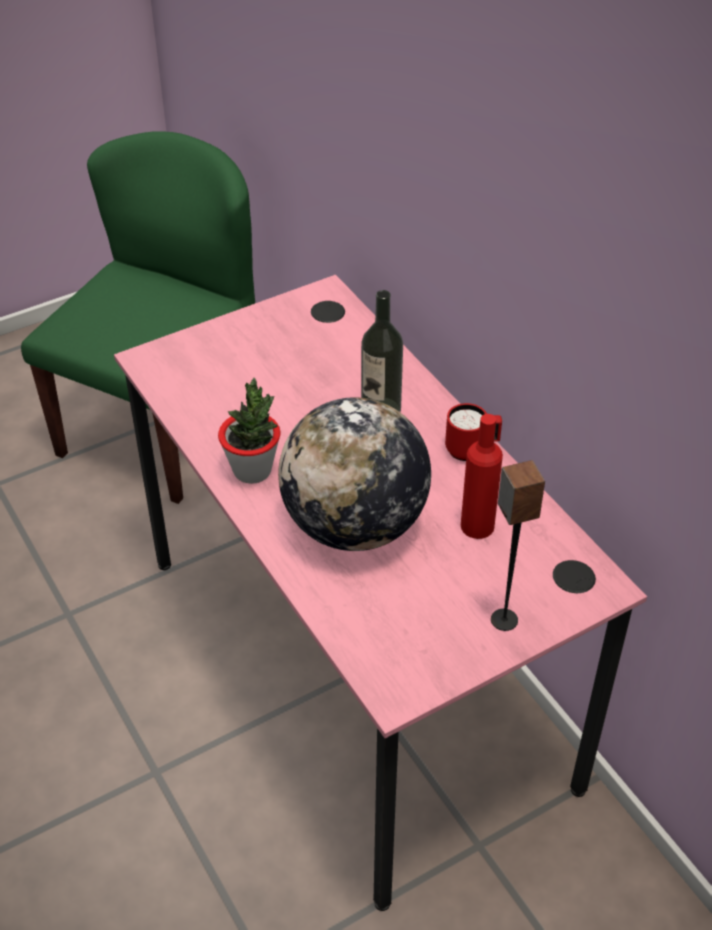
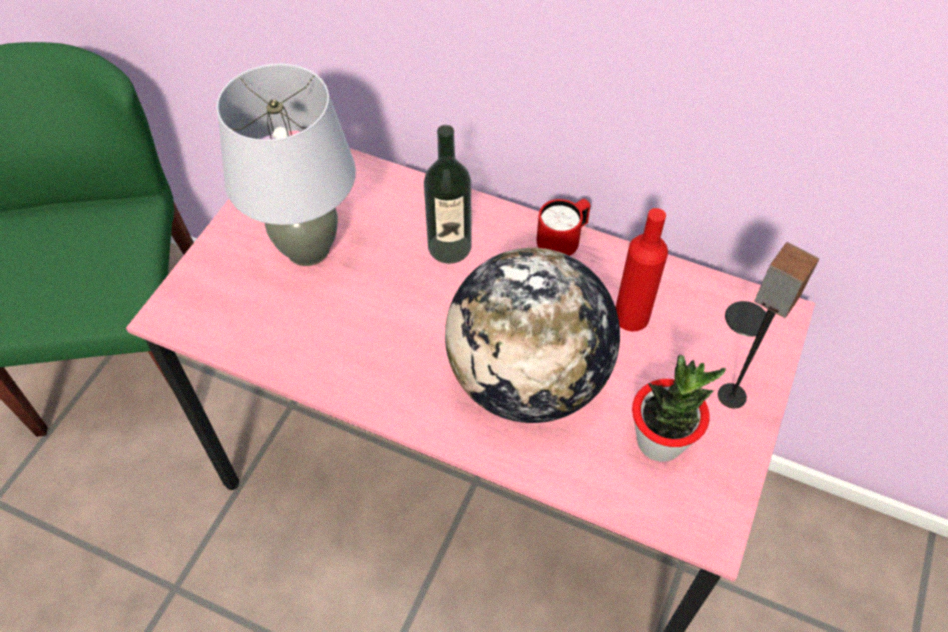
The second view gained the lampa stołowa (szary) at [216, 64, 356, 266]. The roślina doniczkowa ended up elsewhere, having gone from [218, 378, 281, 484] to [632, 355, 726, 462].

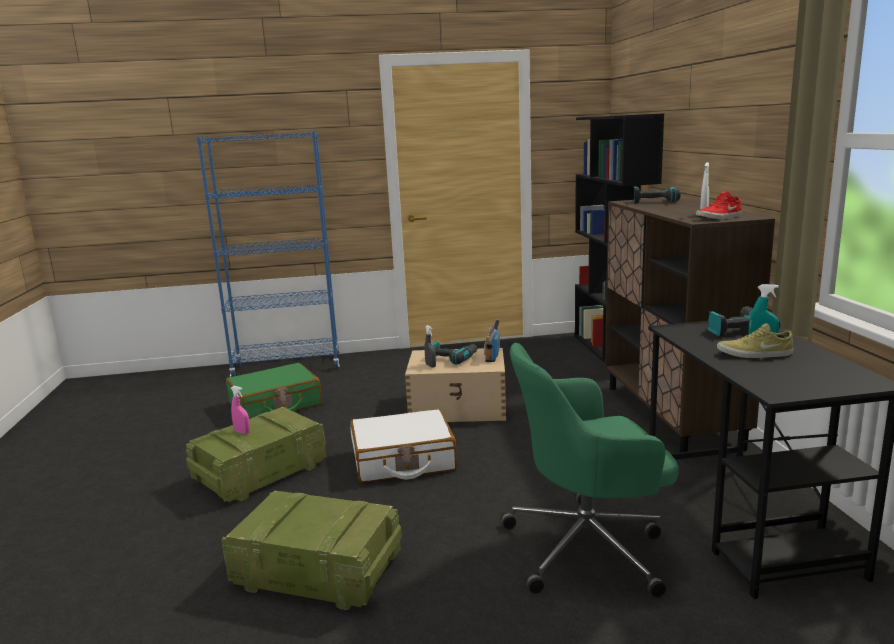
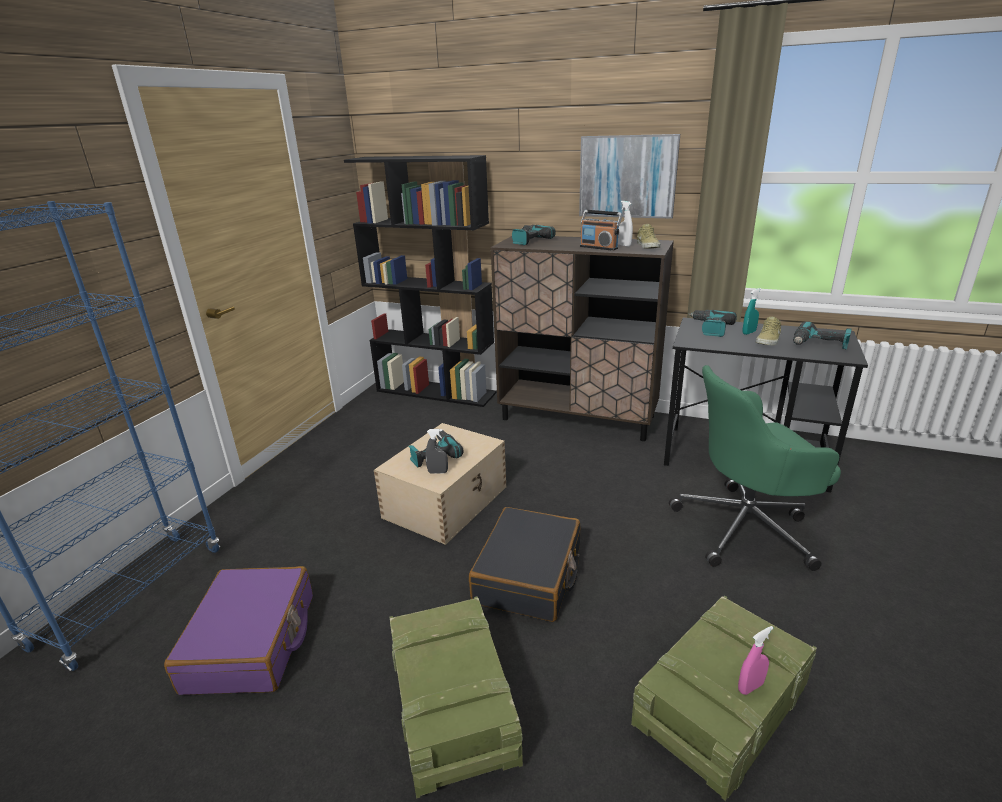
What was the walizka (zielony) at [226, 363, 322, 419] turned into the walizka (fioletowy) at [164, 566, 313, 695]. What was the walizka (biały) at [350, 409, 457, 483] turned into the walizka (czarny) at [469, 507, 581, 622]. The second view gained the obraz at [579, 134, 680, 219]. The radio ended up elsewhere, having gone from [484, 319, 500, 362] to [580, 210, 622, 251]. What was the but (czerwony) at [696, 191, 742, 219] turned into the but (beżowy) at [637, 224, 661, 249]. The krzesło biurowe (zielony) at [501, 343, 679, 597] ended up facing another way, 60 degrees clockwise from before. The spryskiwacz (różowy) ended up elsewhere, having gone from [231, 386, 250, 434] to [738, 626, 773, 695]. The second view gained the wiertarka at [793, 321, 852, 350].

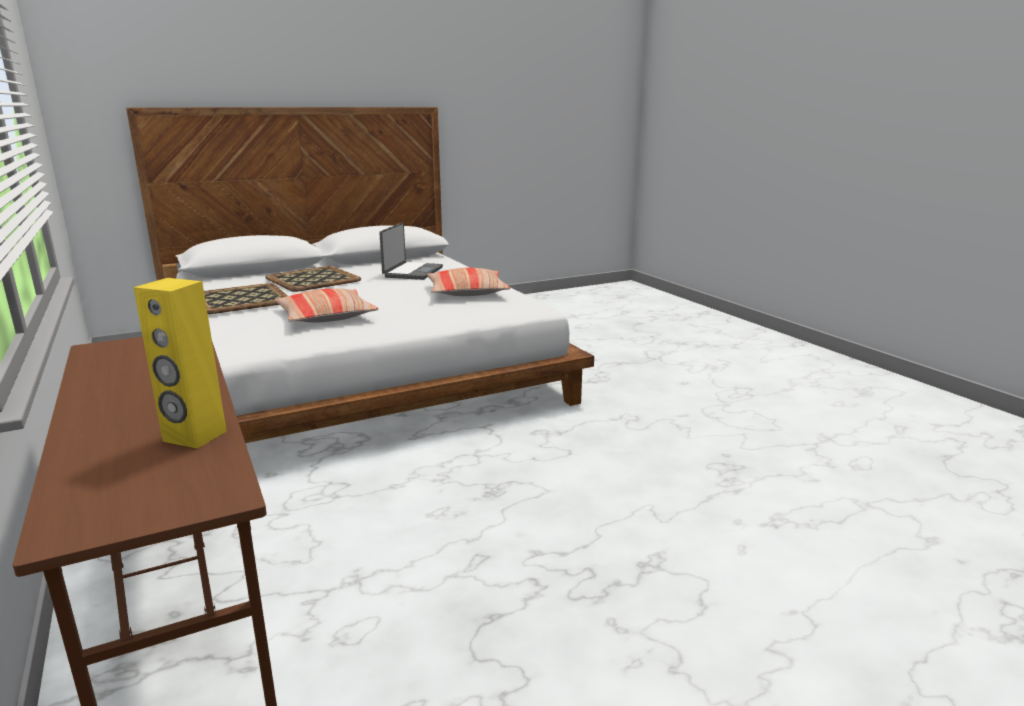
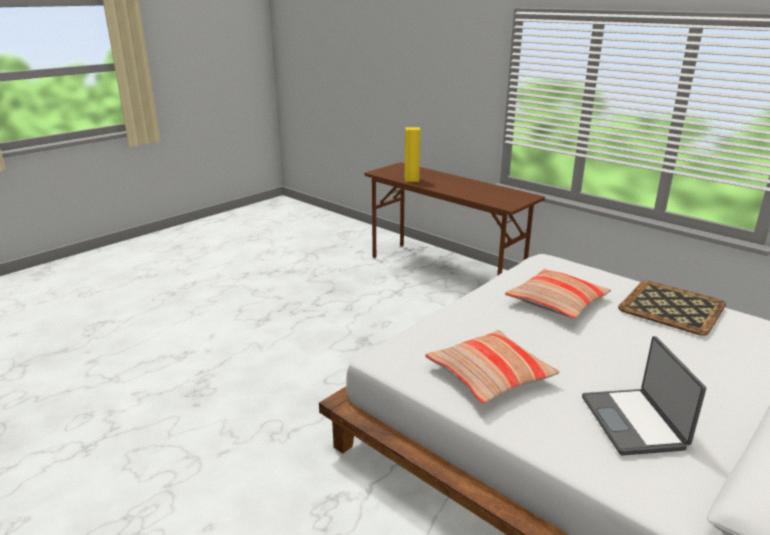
The second view lost the taca at [265, 266, 361, 292].

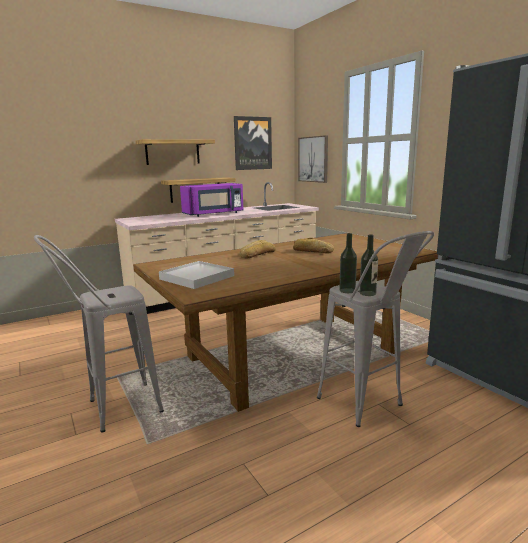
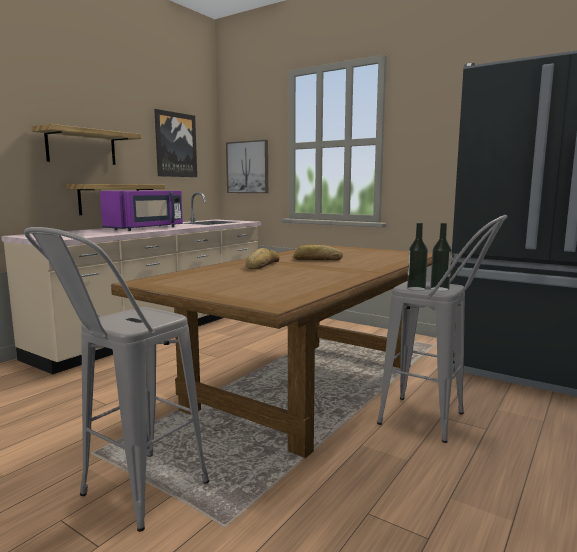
The second view lost the taca (biały) at [159, 261, 234, 289].

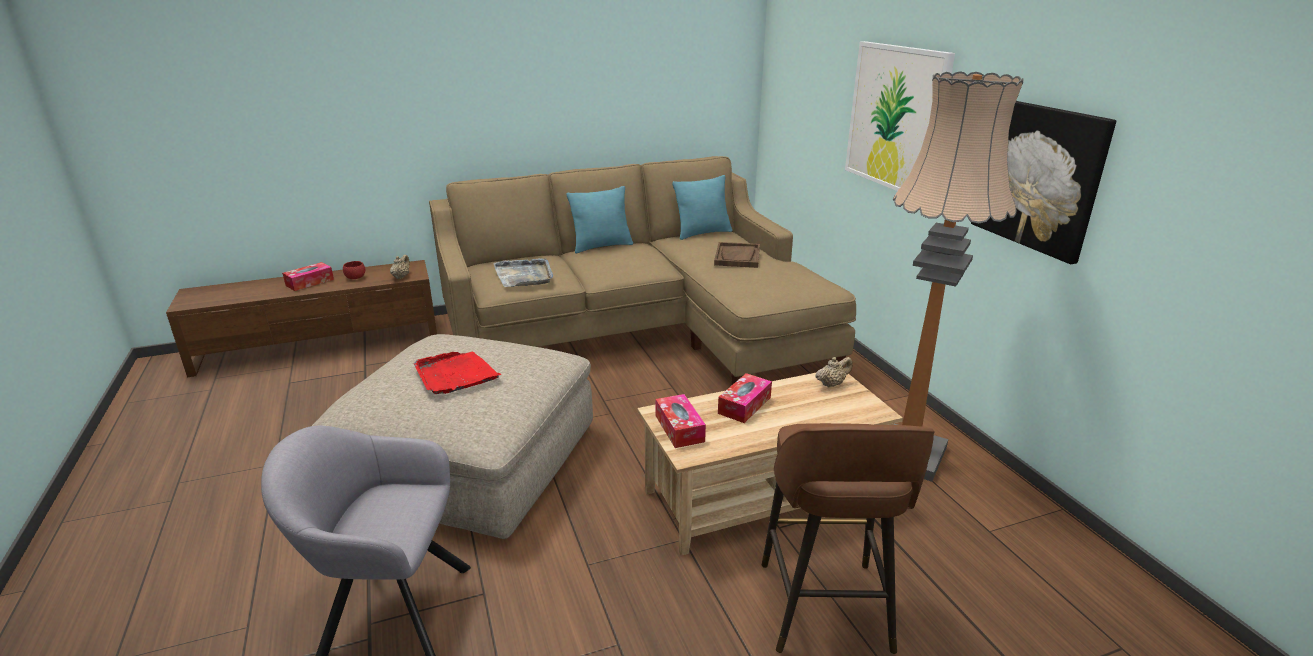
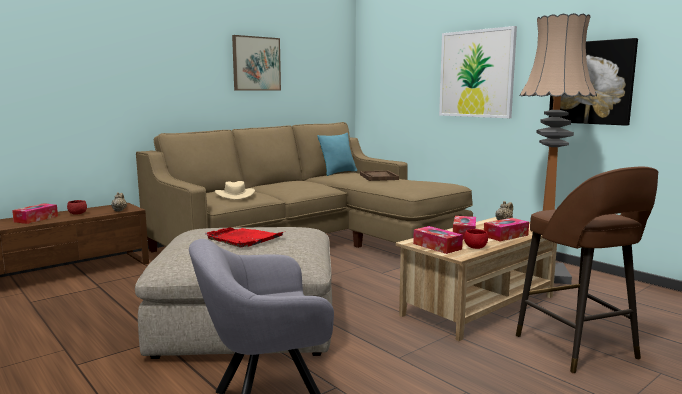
Where the taca (szary) stood at [494, 258, 553, 287], the kapelusz (beżowy) came to stand at [215, 181, 255, 200]. The second view gained the obraz at [232, 35, 281, 90]. The second view gained the miska (czerwony) at [464, 229, 488, 249]. The second view gained the pudełko chusteczek at [484, 218, 529, 241]. The second view lost the poduszka (turkusowy) at [566, 186, 633, 253].

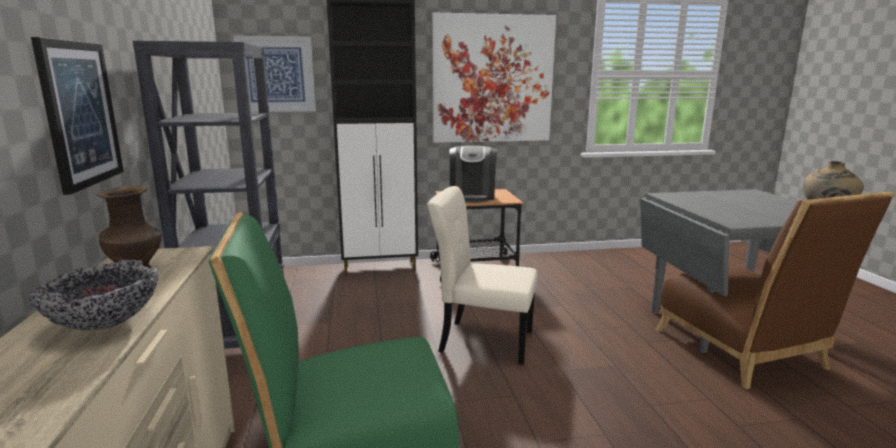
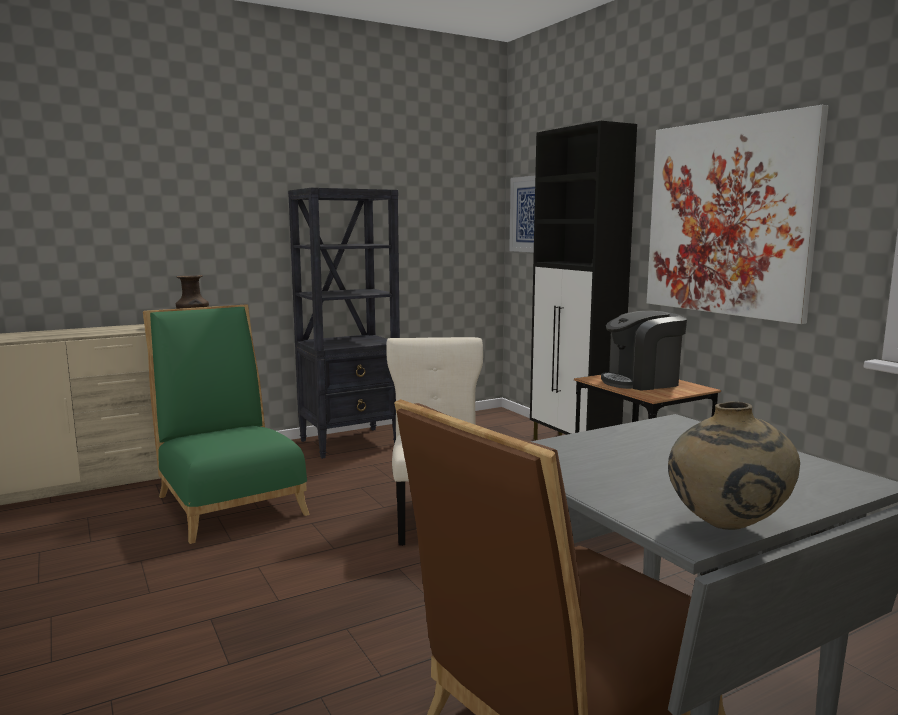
The second view lost the miska at [29, 260, 158, 330]. The second view lost the obraz at [31, 37, 124, 195].

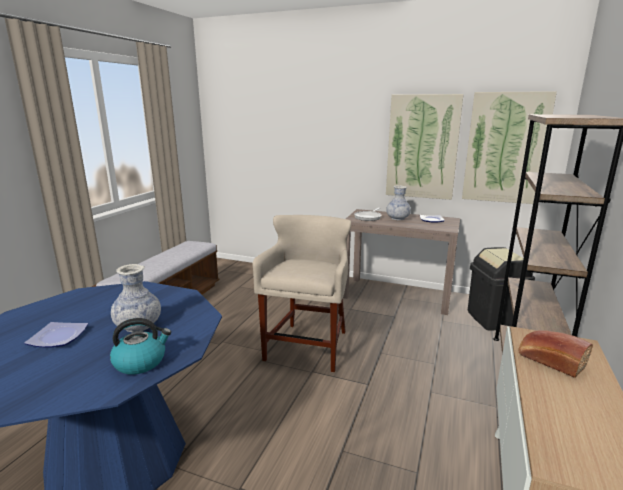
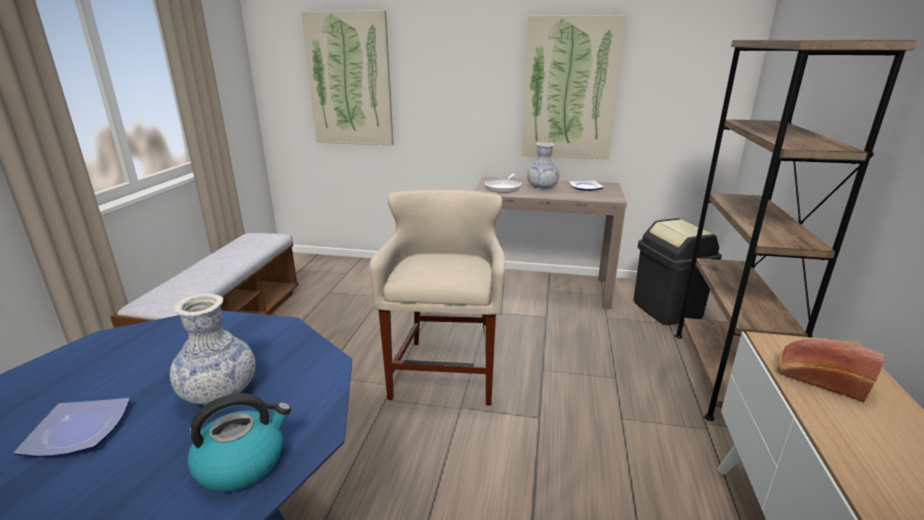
The obraz ended up elsewhere, having gone from [462, 91, 557, 204] to [301, 10, 394, 146].

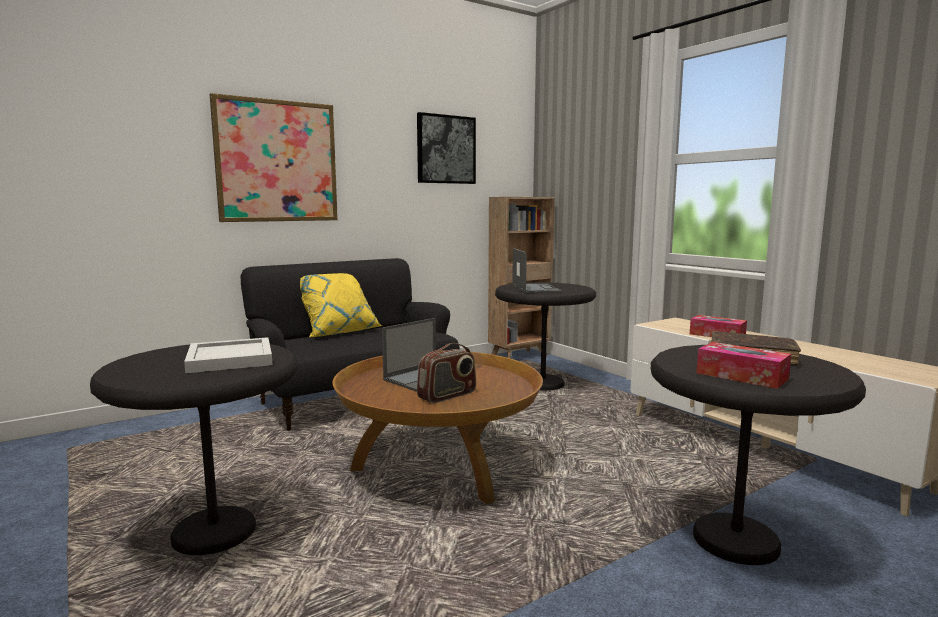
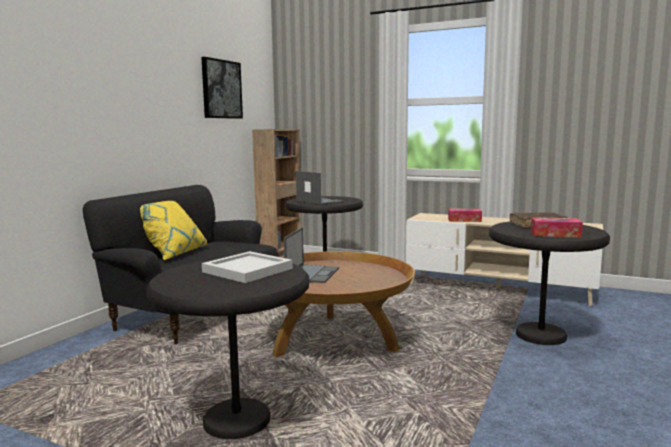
The second view lost the obraz at [210, 93, 338, 222]. The second view lost the radio at [417, 343, 476, 403].

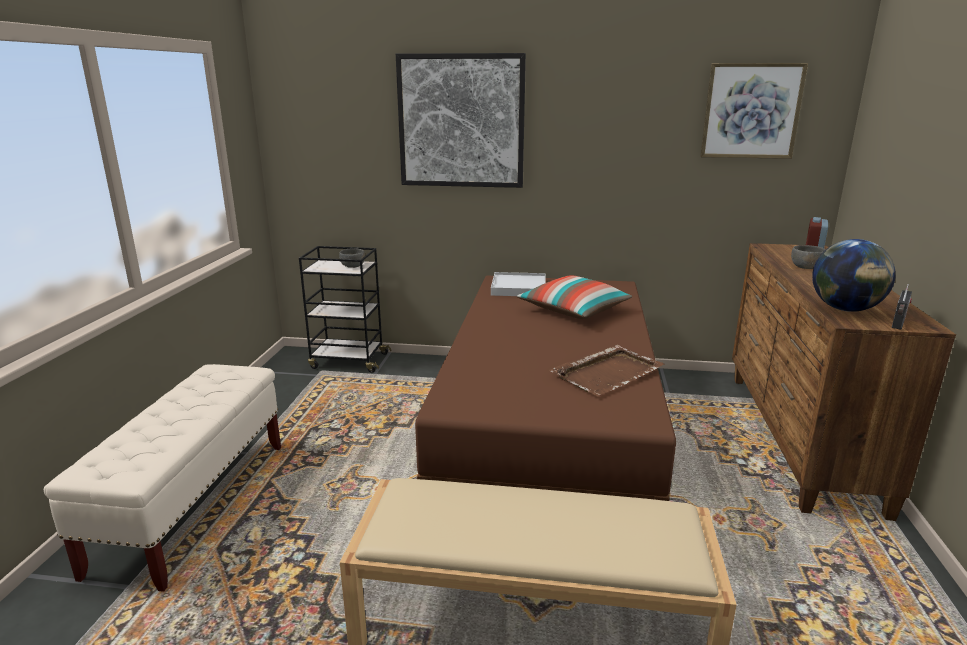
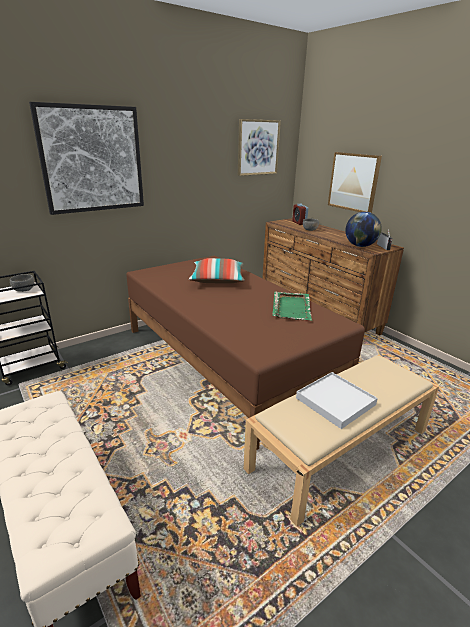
What was the taca (brązowy) at [549, 345, 665, 396] turned into the taca (zielony) at [272, 291, 312, 321]. The taca (biały) ended up elsewhere, having gone from [491, 272, 546, 296] to [296, 372, 378, 429]. The second view gained the obraz at [328, 152, 382, 213].

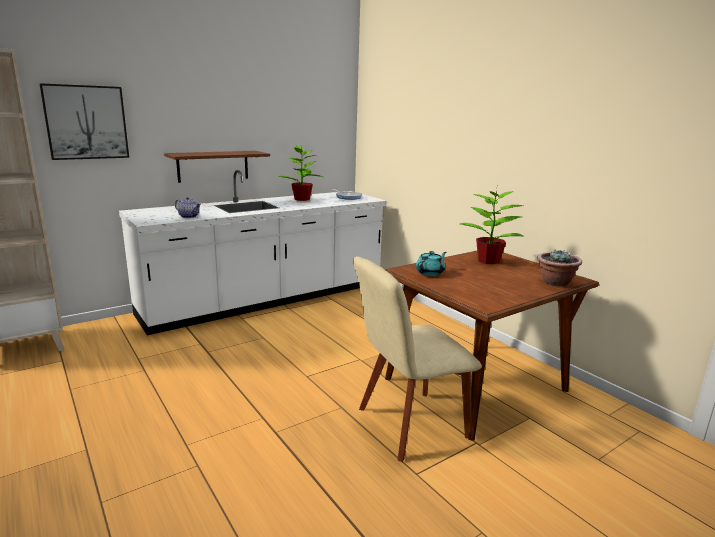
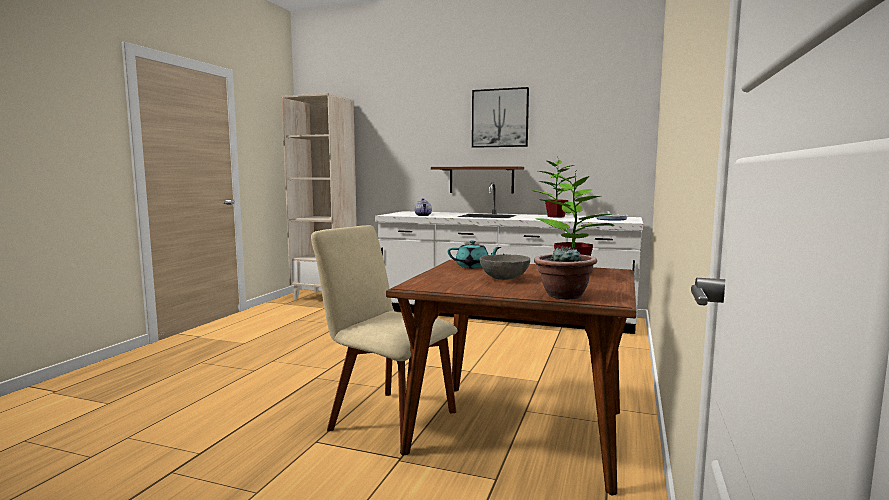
The obraz ended up elsewhere, having gone from [39, 83, 129, 160] to [472, 87, 529, 148]. The second view gained the miska (szary) at [479, 254, 530, 280].

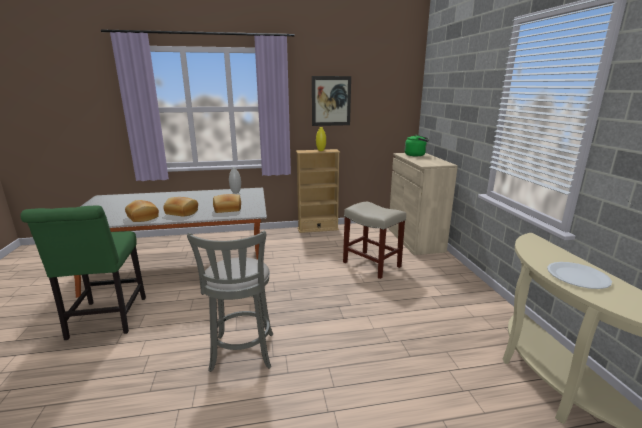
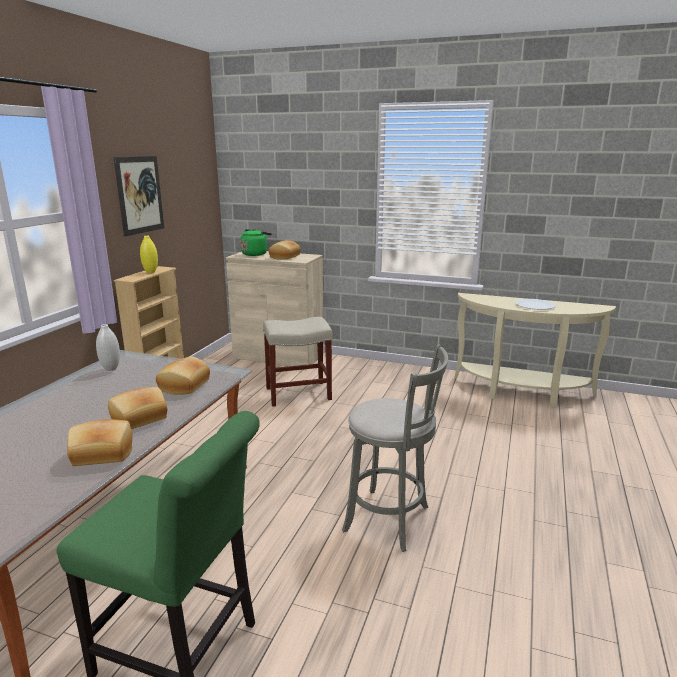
The second view gained the chleb at [269, 240, 301, 260].

